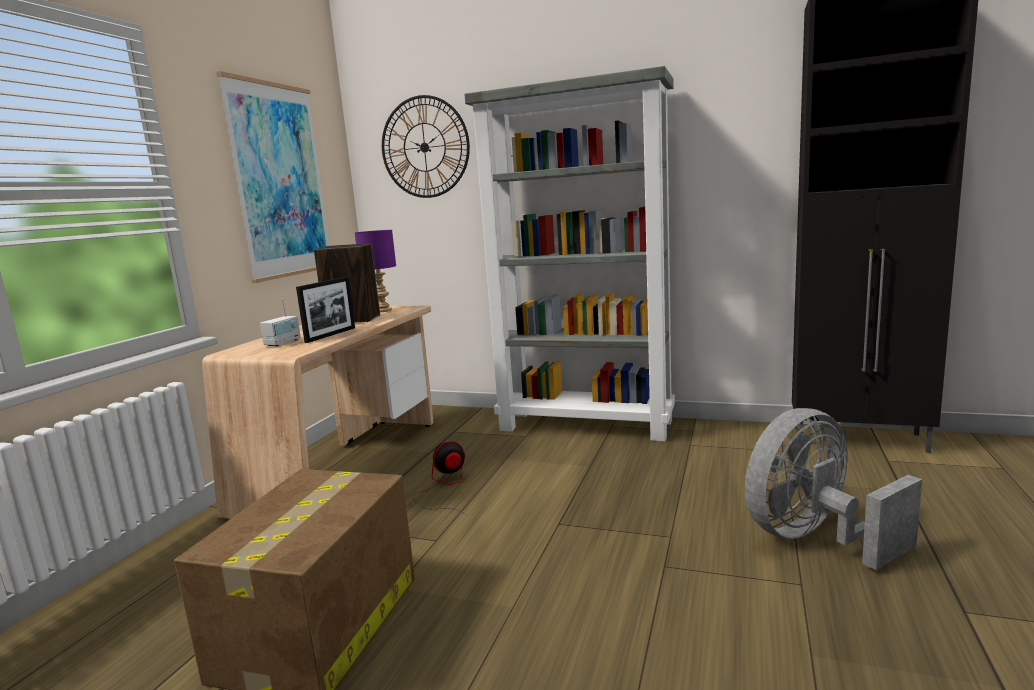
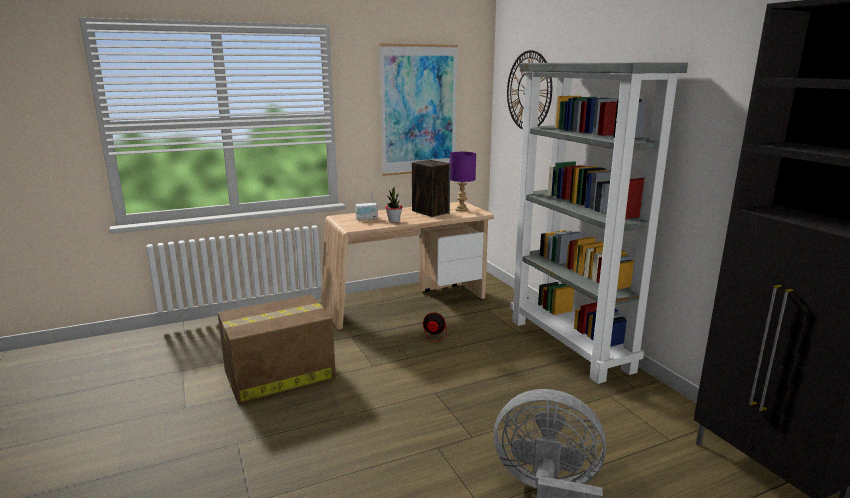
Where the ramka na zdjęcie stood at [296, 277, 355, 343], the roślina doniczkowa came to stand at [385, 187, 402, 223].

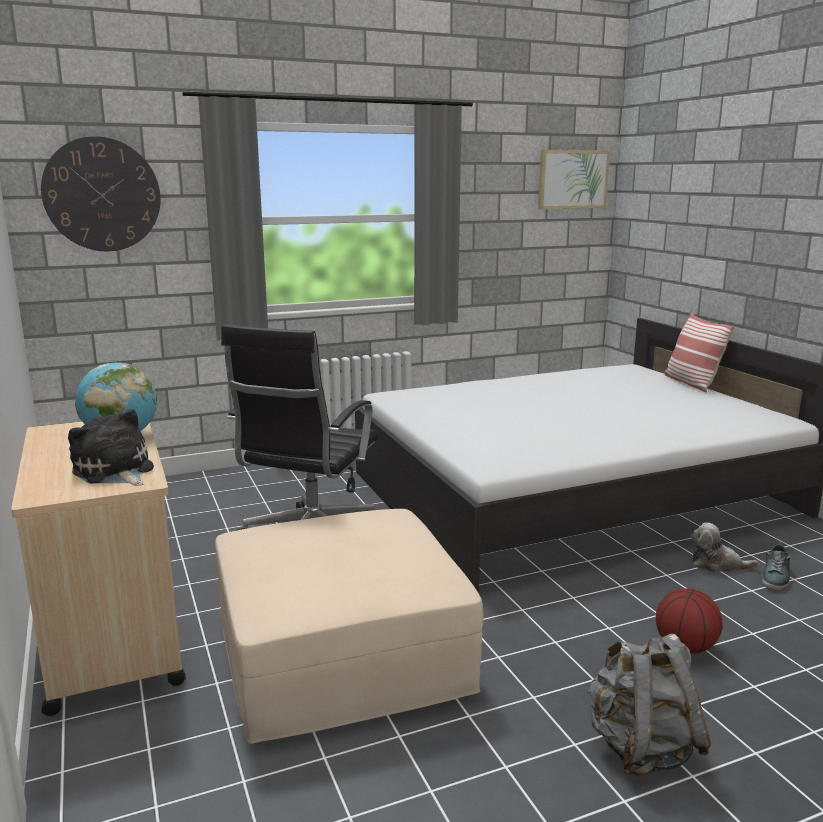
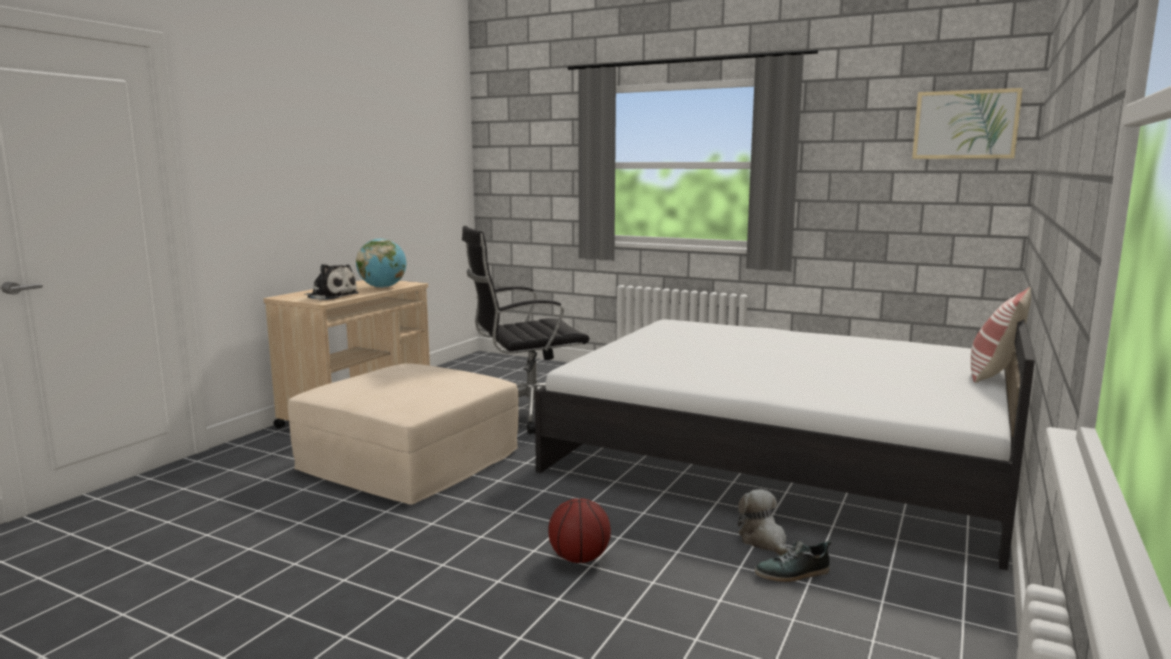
The pluszak at [68, 409, 154, 486] ended up facing another way, 105 degrees clockwise from before. The second view lost the zegar ścienny at [41, 136, 160, 251]. The second view lost the plecak (szary) at [587, 633, 711, 776].

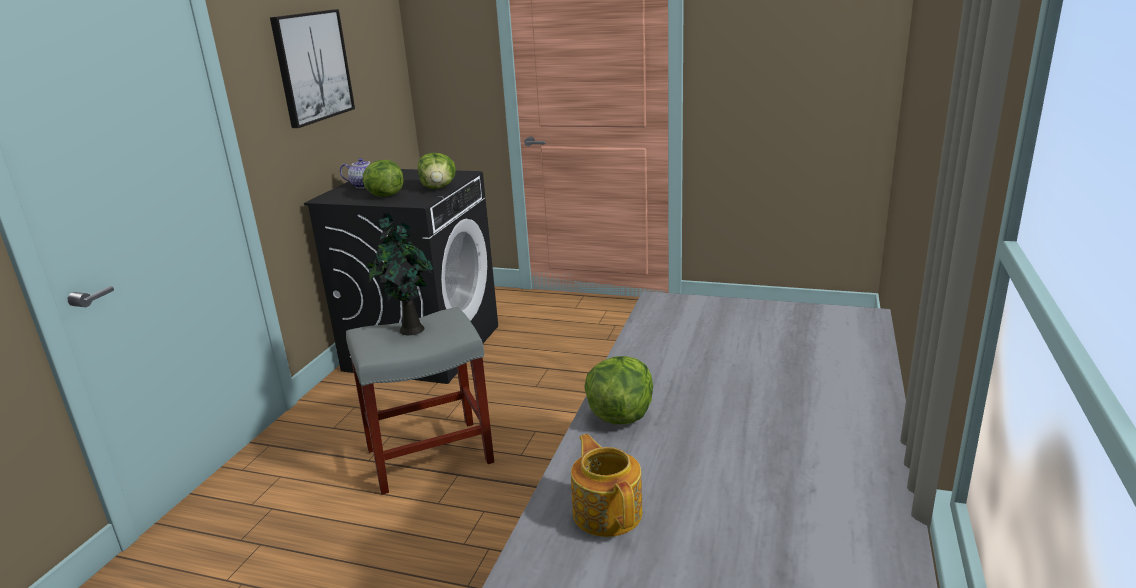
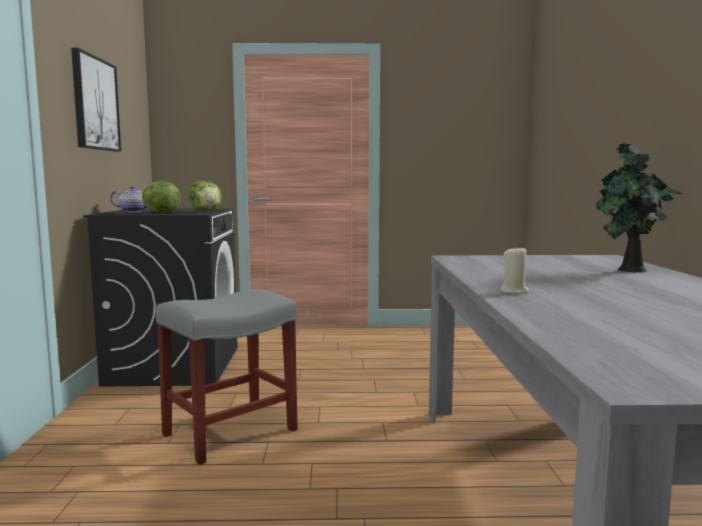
Where the sałata stood at [585, 356, 653, 424], the świeca (beżowy) came to stand at [500, 245, 529, 294]. The roślina doniczkowa ended up elsewhere, having gone from [366, 211, 434, 335] to [595, 143, 682, 272]. The second view lost the imbryk at [571, 434, 642, 537].

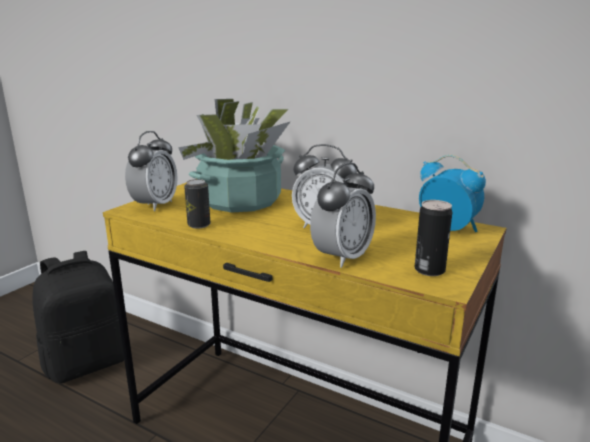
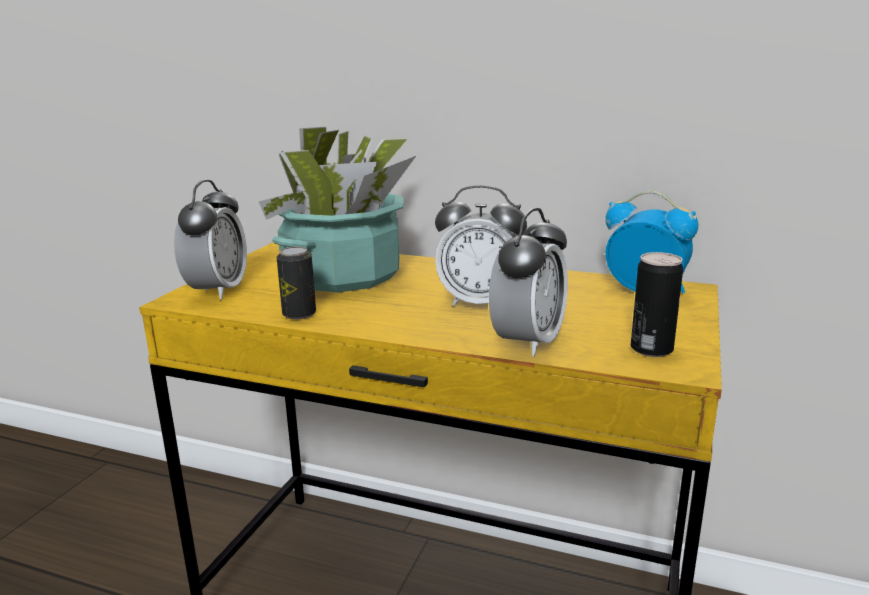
The second view lost the plecak (czarny) at [32, 251, 124, 383].

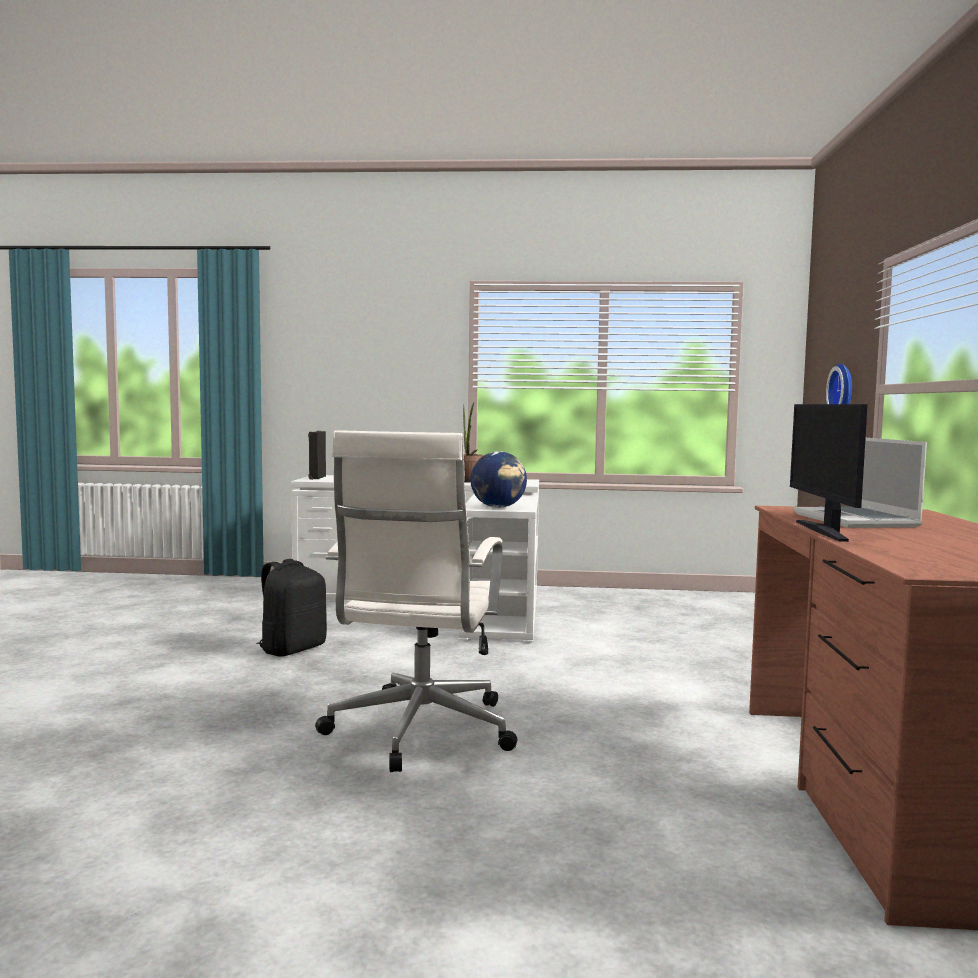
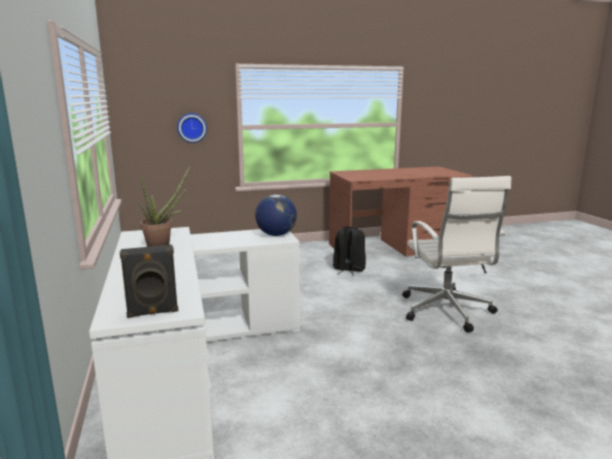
The plecak (czarny) ended up elsewhere, having gone from [256, 559, 327, 657] to [333, 227, 366, 275]. The krzesło biurowe (biały) at [315, 430, 517, 772] ended up facing another way, 90 degrees clockwise from before. The second view lost the monitor at [790, 404, 868, 542]. The second view lost the laptop at [794, 438, 927, 528].

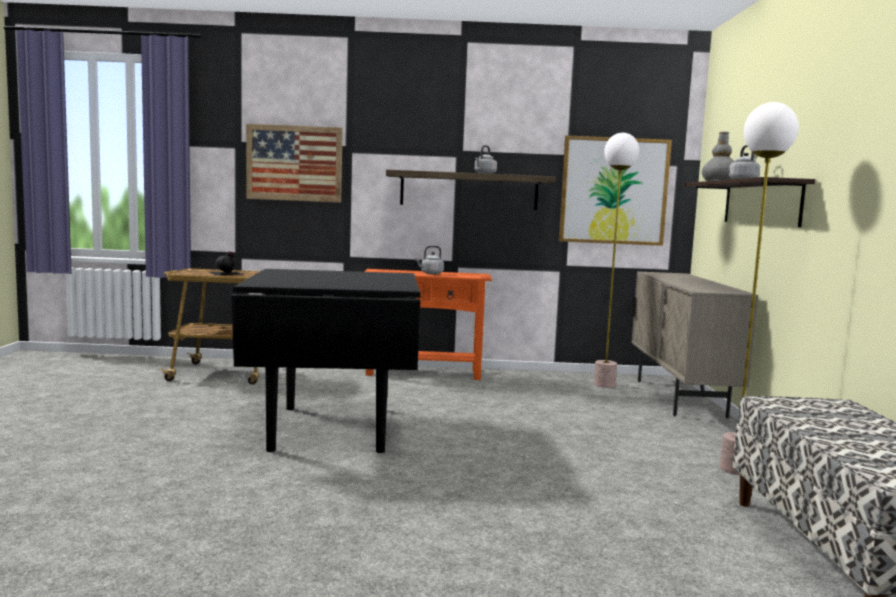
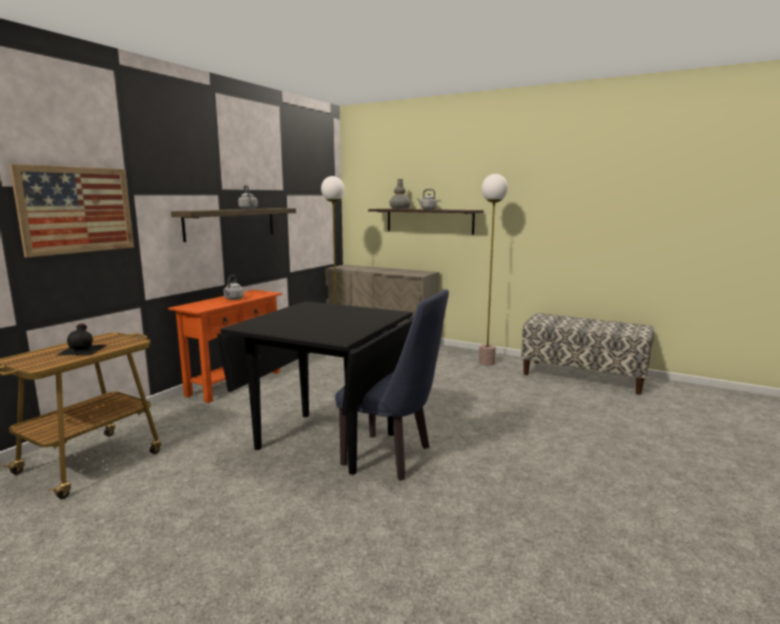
The second view gained the krzesło (niebieski) at [335, 290, 449, 481]. The second view lost the obraz at [559, 135, 672, 246].

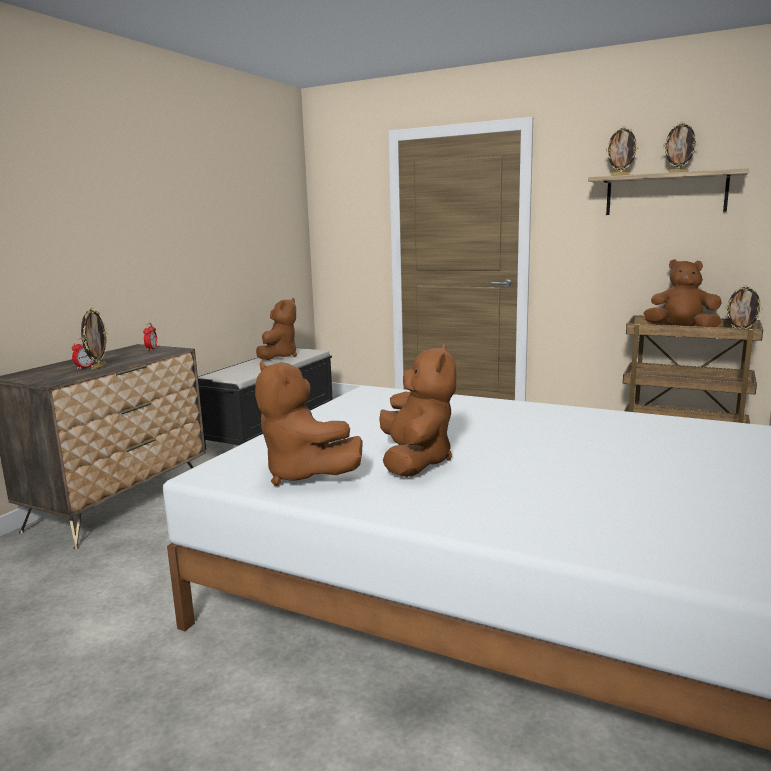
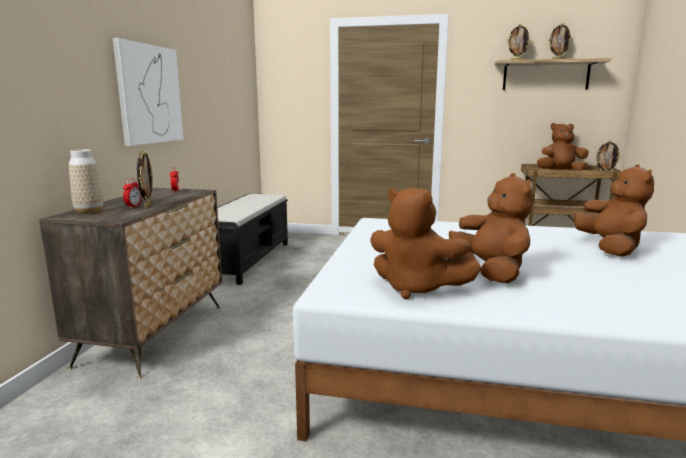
The second view gained the wazon at [69, 150, 103, 214]. The second view gained the obraz at [113, 38, 184, 146]. The pluszak (brązowy) ended up elsewhere, having gone from [256, 298, 297, 360] to [574, 164, 654, 256].

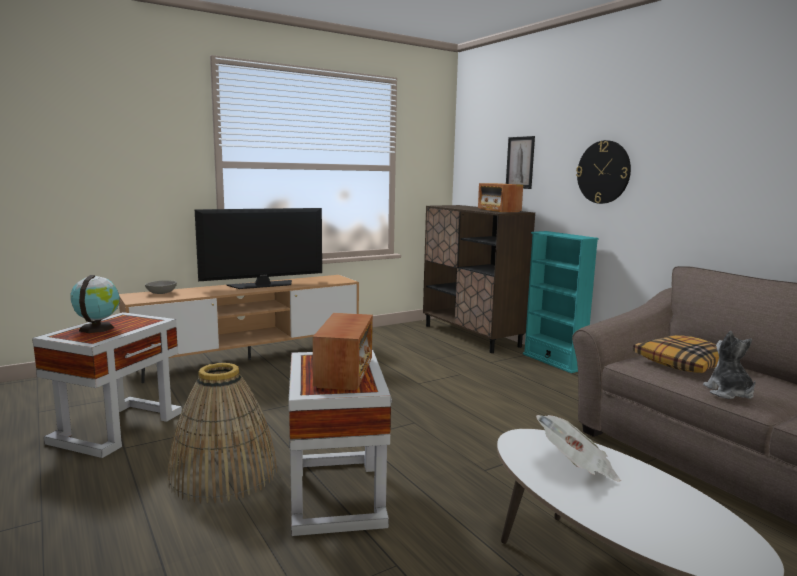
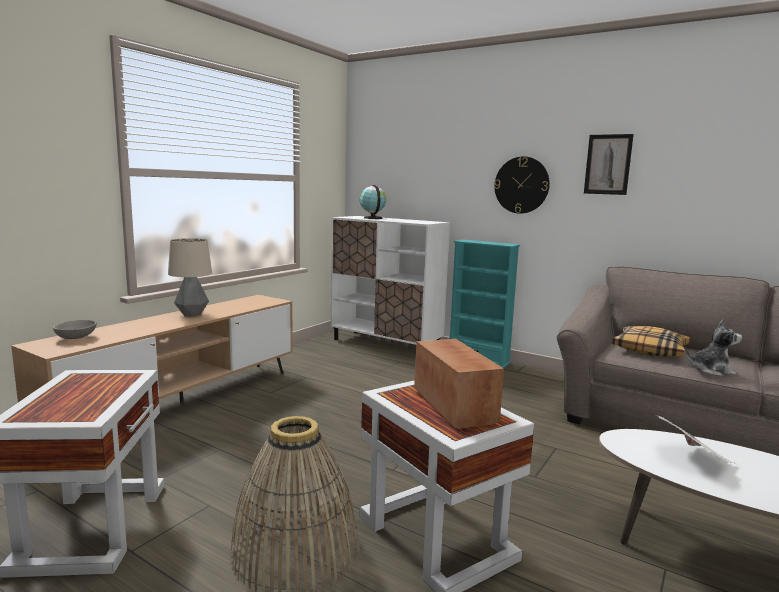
Where the telewizor stood at [195, 208, 322, 289], the lampa stołowa came to stand at [168, 238, 212, 317]. What was the szafka (brązowy) at [423, 205, 535, 353] turned into the szafka (biały) at [331, 216, 450, 345]. The globus ended up elsewhere, having gone from [71, 275, 120, 333] to [360, 185, 386, 219]. The obraz ended up elsewhere, having gone from [506, 136, 535, 189] to [584, 134, 634, 195]. The pluszak at [703, 331, 756, 399] ended up facing another way, 120 degrees clockwise from before. The second view lost the radio at [478, 183, 523, 212].

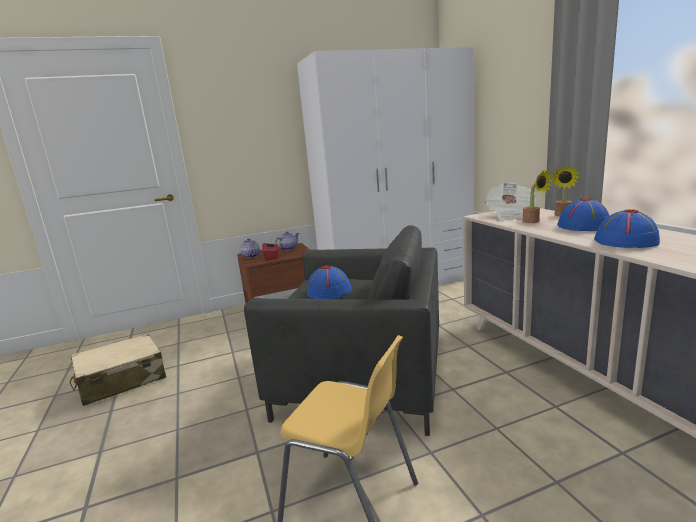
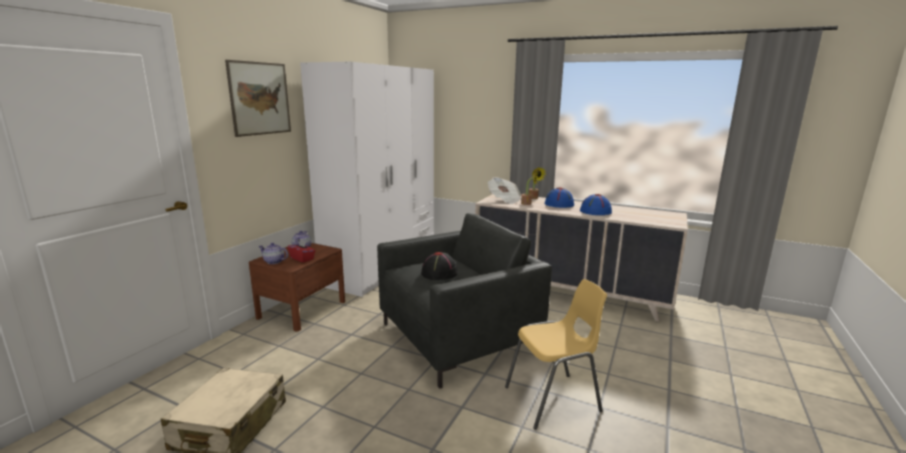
The second view gained the obraz at [225, 60, 291, 137]. What was the kapelusz (niebieski) at [307, 265, 352, 299] turned into the kapelusz (czarny) at [421, 252, 458, 280].

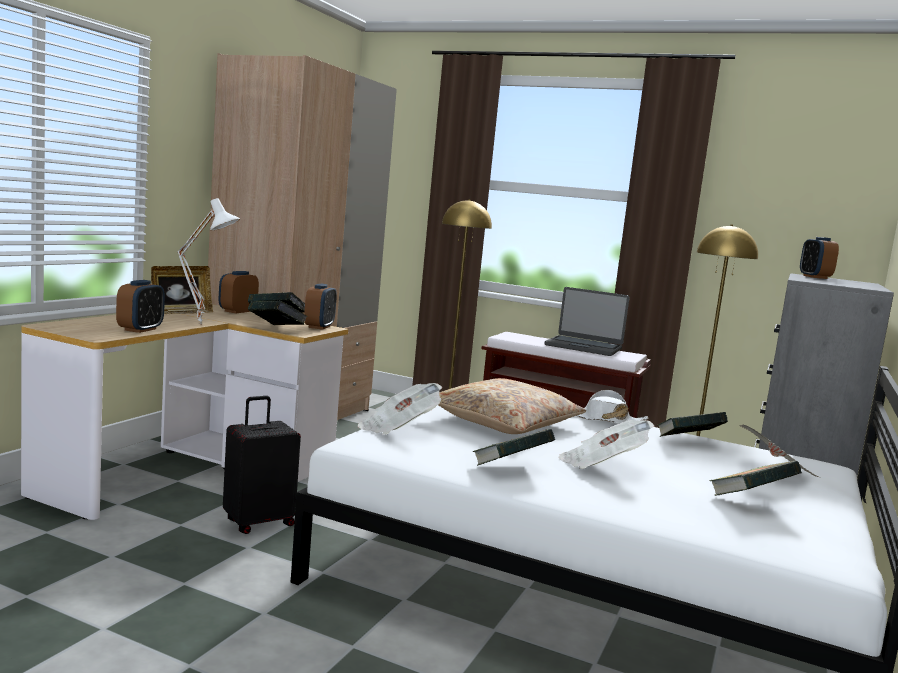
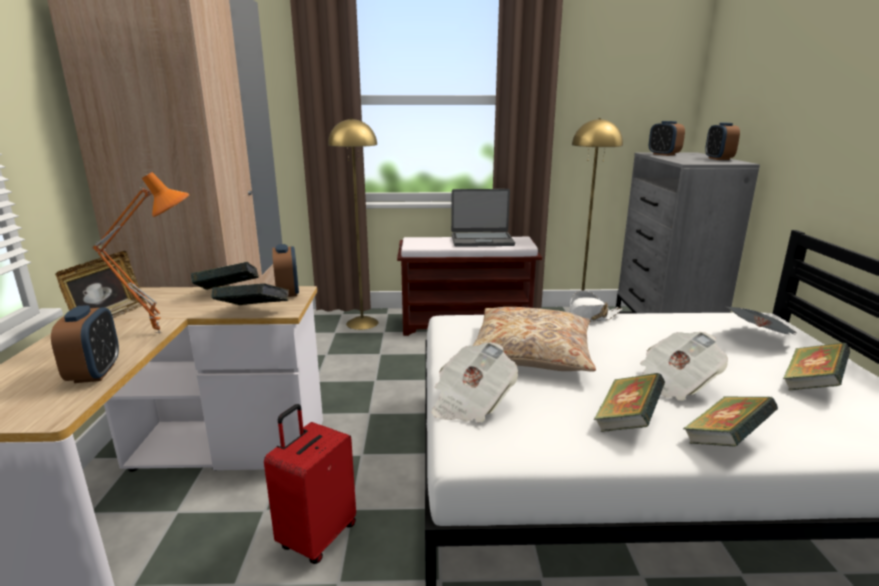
What was the lampa stołowa (biały) at [177, 198, 240, 325] turned into the lampa stołowa (pomarańczowy) at [92, 172, 189, 334]. What was the walizka (czarny) at [223, 396, 301, 534] turned into the walizka (czerwony) at [264, 404, 356, 564]. The książka ended up elsewhere, having gone from [657, 412, 728, 437] to [683, 397, 778, 447]. The budzik ended up elsewhere, having gone from [219, 271, 259, 313] to [705, 123, 740, 160].

